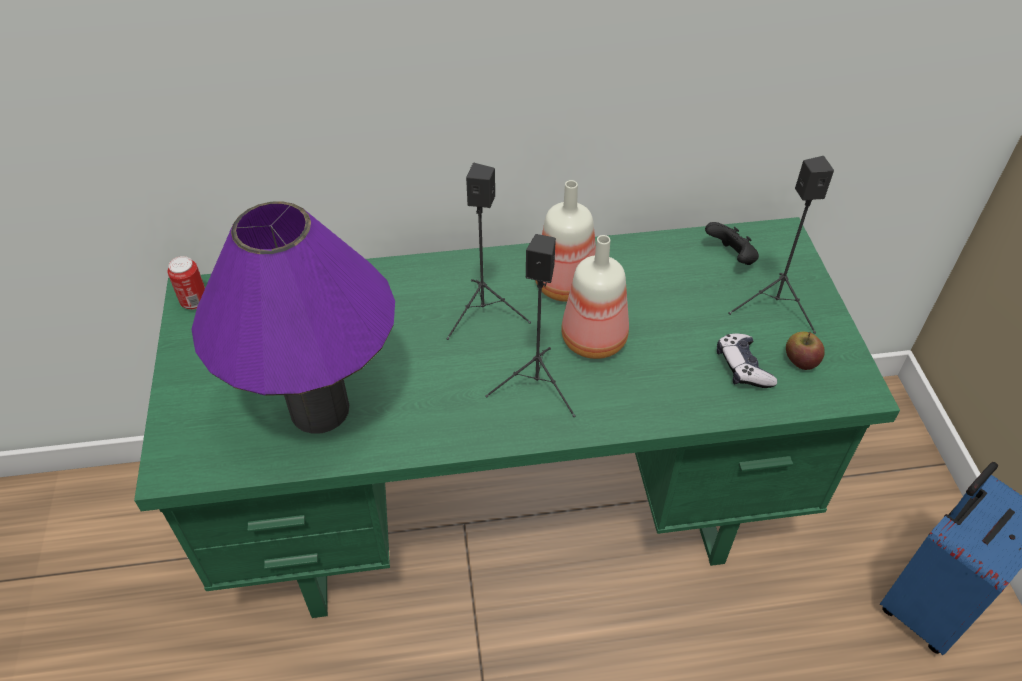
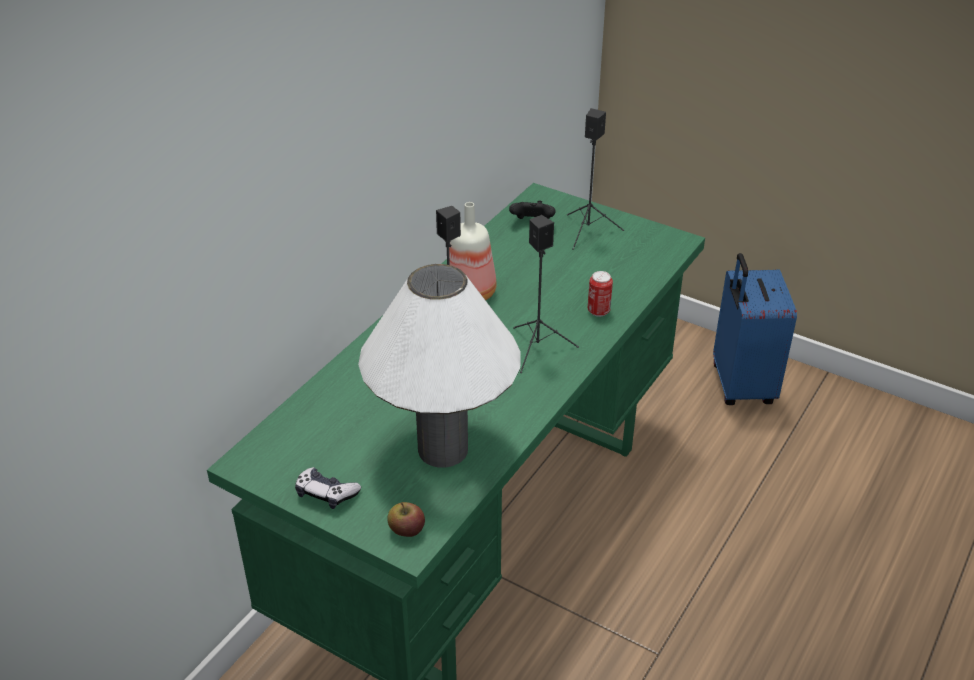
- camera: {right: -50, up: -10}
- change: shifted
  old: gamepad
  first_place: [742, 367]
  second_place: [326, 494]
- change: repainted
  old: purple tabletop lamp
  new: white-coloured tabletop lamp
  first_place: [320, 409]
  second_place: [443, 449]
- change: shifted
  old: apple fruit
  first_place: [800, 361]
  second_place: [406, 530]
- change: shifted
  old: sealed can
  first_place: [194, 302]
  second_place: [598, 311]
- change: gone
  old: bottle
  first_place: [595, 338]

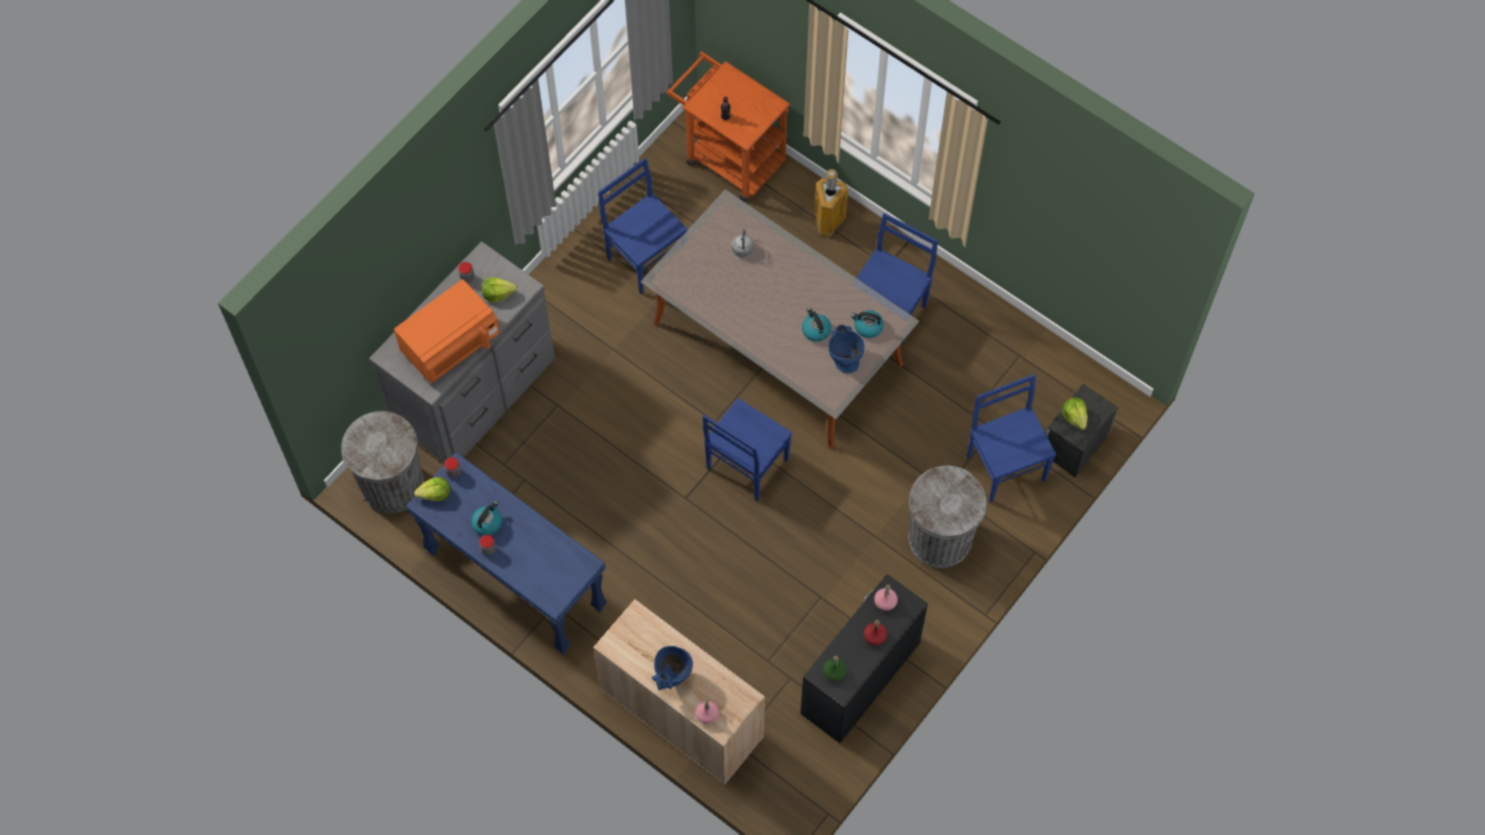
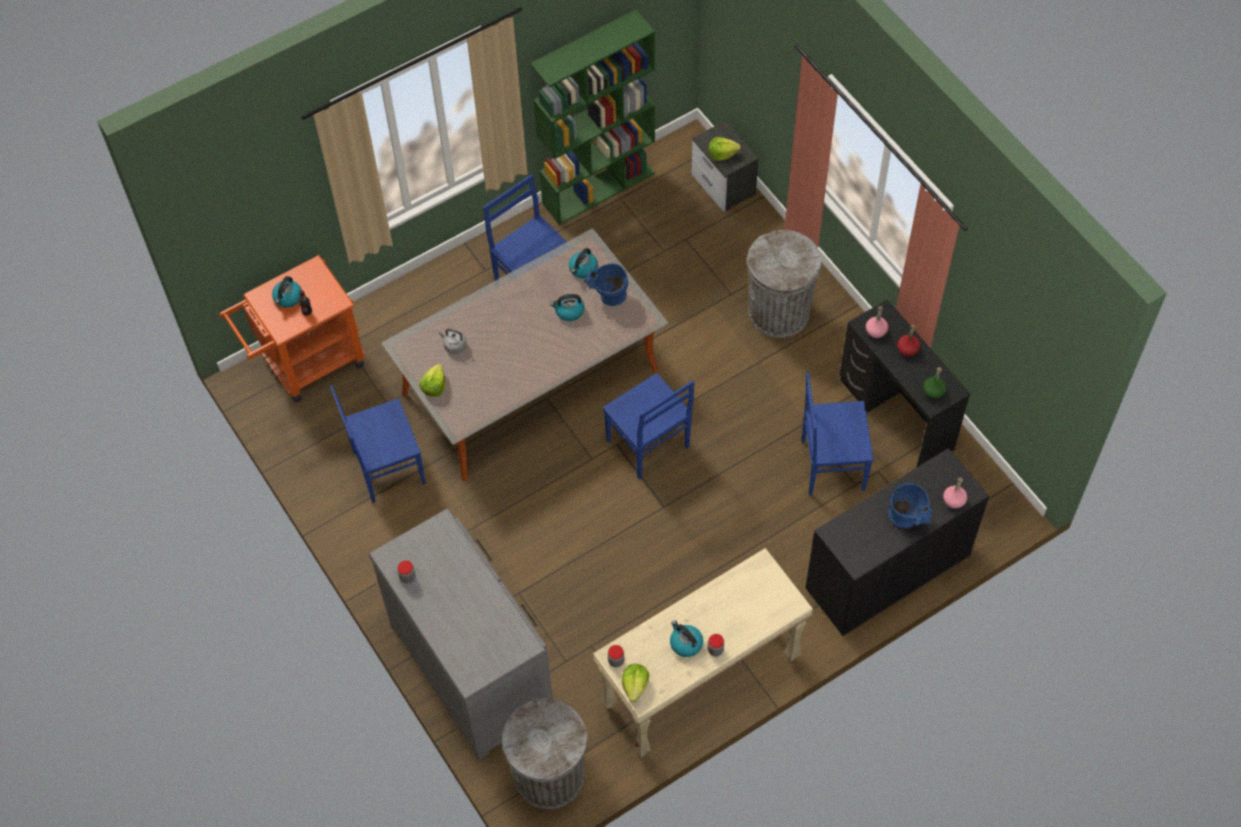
- camera: {right: -70, up: -5}
- change: new
  new: kettle
  second_place: [288, 298]
- change: shifted
  old: lettuce
  first_place: [498, 293]
  second_place: [434, 386]
- change: new
  new: green bookcase
  second_place: [598, 187]
- change: repainted
  old: blue hall table
  new: sand-coloured hall table
  first_place: [515, 581]
  second_place: [700, 685]
- change: shifted
  old: blue upright chair
  first_place: [1005, 466]
  second_place: [830, 465]
- change: repainted
  old: sand-coloured storage cabinet
  new: black-coloured storage cabinet
  first_place: [682, 713]
  second_place: [887, 572]
- change: gone
  old: orange-coloured microwave
  first_place: [451, 345]
- change: gone
  old: rubbish bin
  first_place: [828, 222]

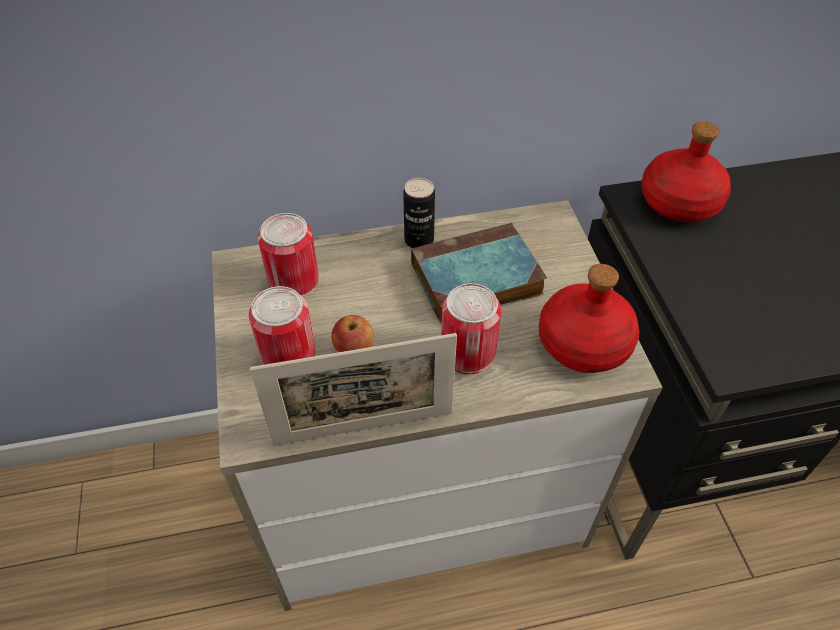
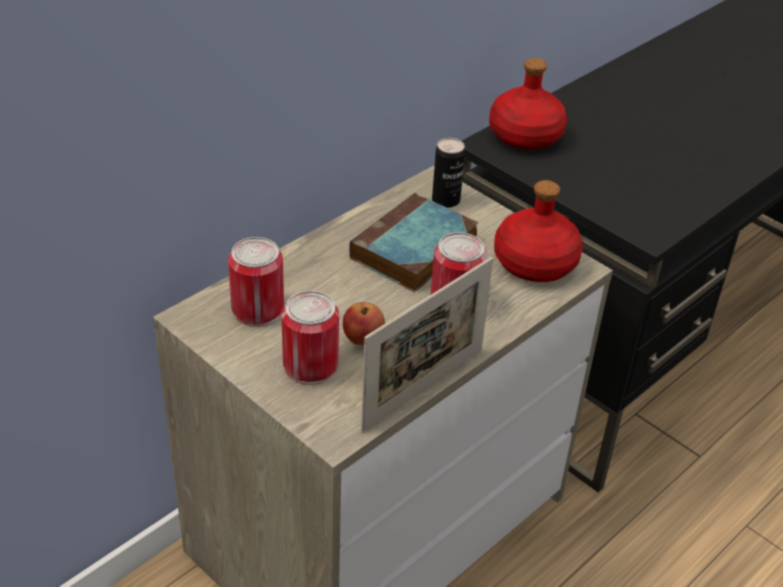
- camera: {right: -35, up: -10}
- change: shifted
  old: sealed can
  first_place: [419, 240]
  second_place: [446, 200]

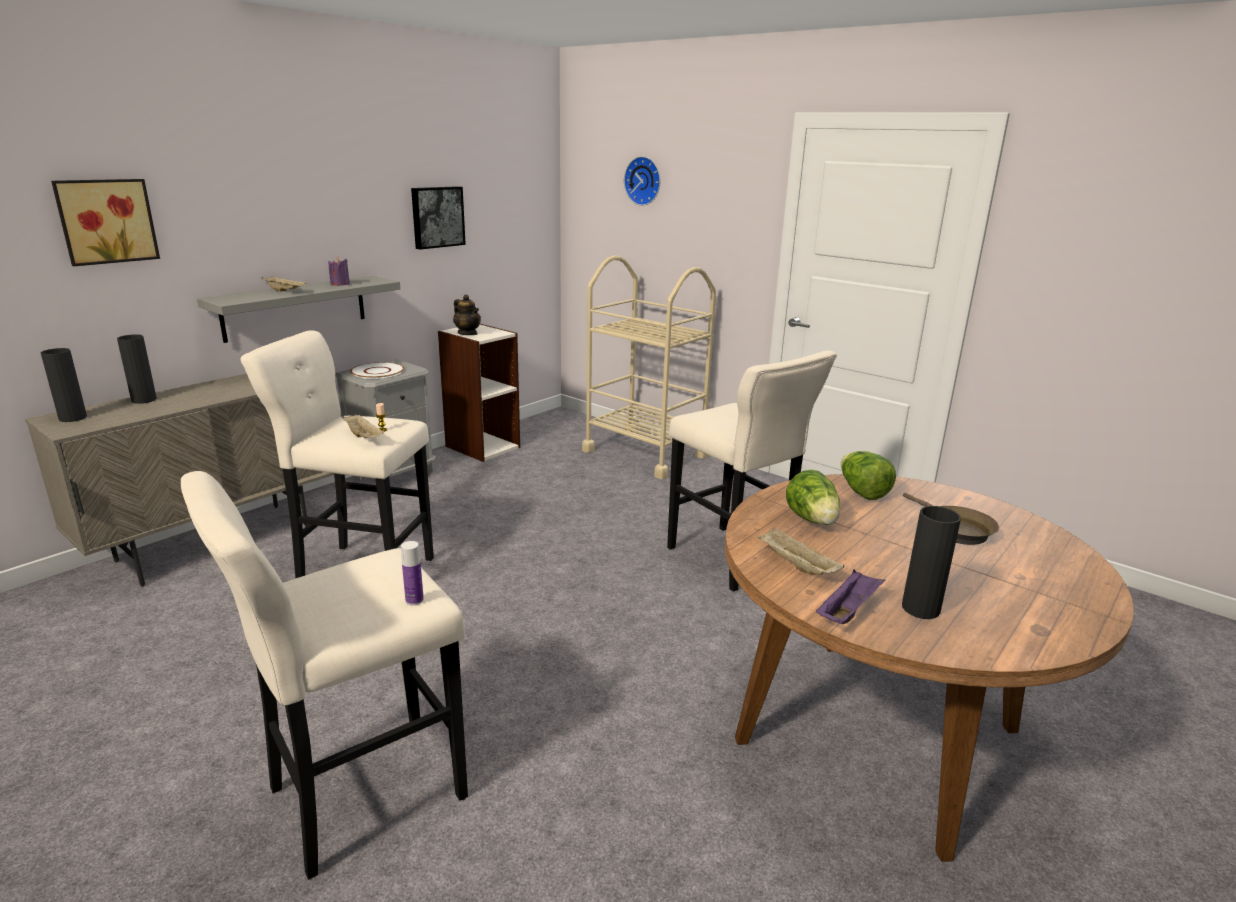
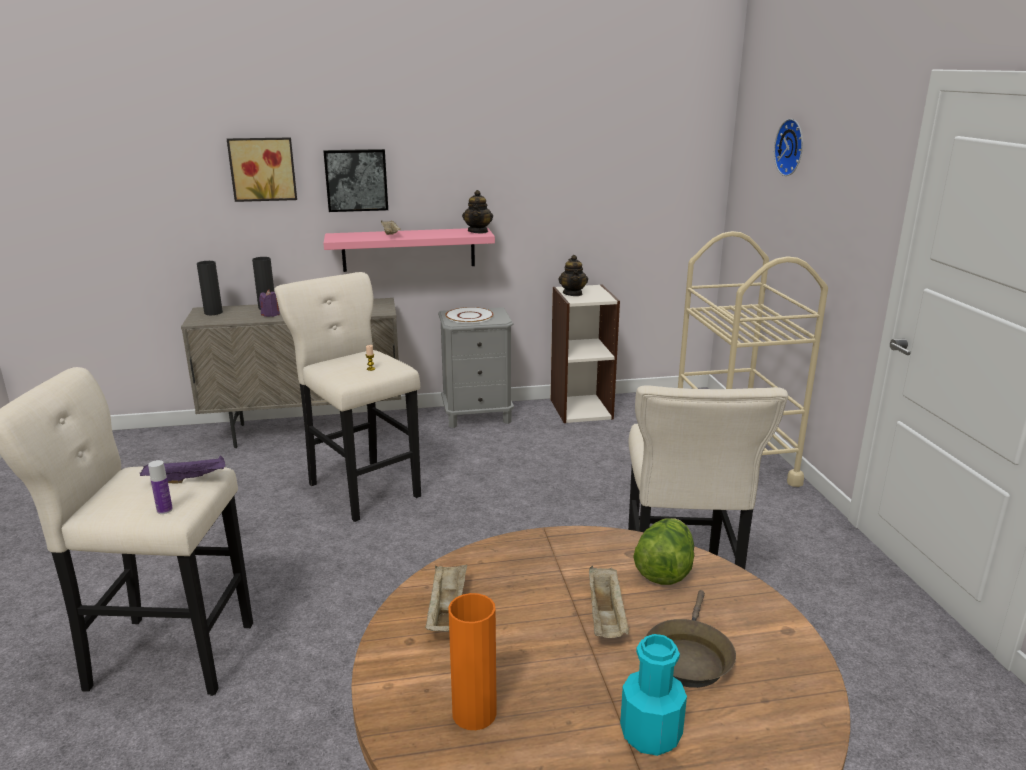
- camera: {right: 40, up: 0}
- change: shifted
  old: purple serving tray
  first_place: [848, 611]
  second_place: [187, 479]
- change: shifted
  old: purple wax light
  first_place: [340, 284]
  second_place: [271, 314]
- change: shifted
  old: picture
  first_place: [437, 217]
  second_place: [356, 180]
- change: repainted
  old: grey bracket shelf
  new: pinkish bracket shelf
  first_place: [295, 308]
  second_place: [409, 249]
- change: repainted
  old: black-coloured decorative vase
  new: orange-coloured decorative vase
  first_place: [920, 609]
  second_place: [474, 713]
- change: new
  new: tea pot
  second_place: [478, 231]
- change: shifted
  old: sand-coloured serving tray
  first_place: [364, 437]
  second_place: [606, 617]
- change: new
  new: blue-green bottle
  second_place: [650, 734]
- change: gone
  old: lettuce
  first_place: [813, 520]

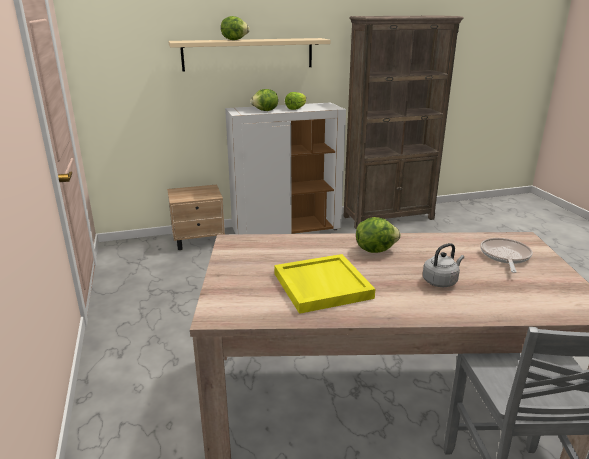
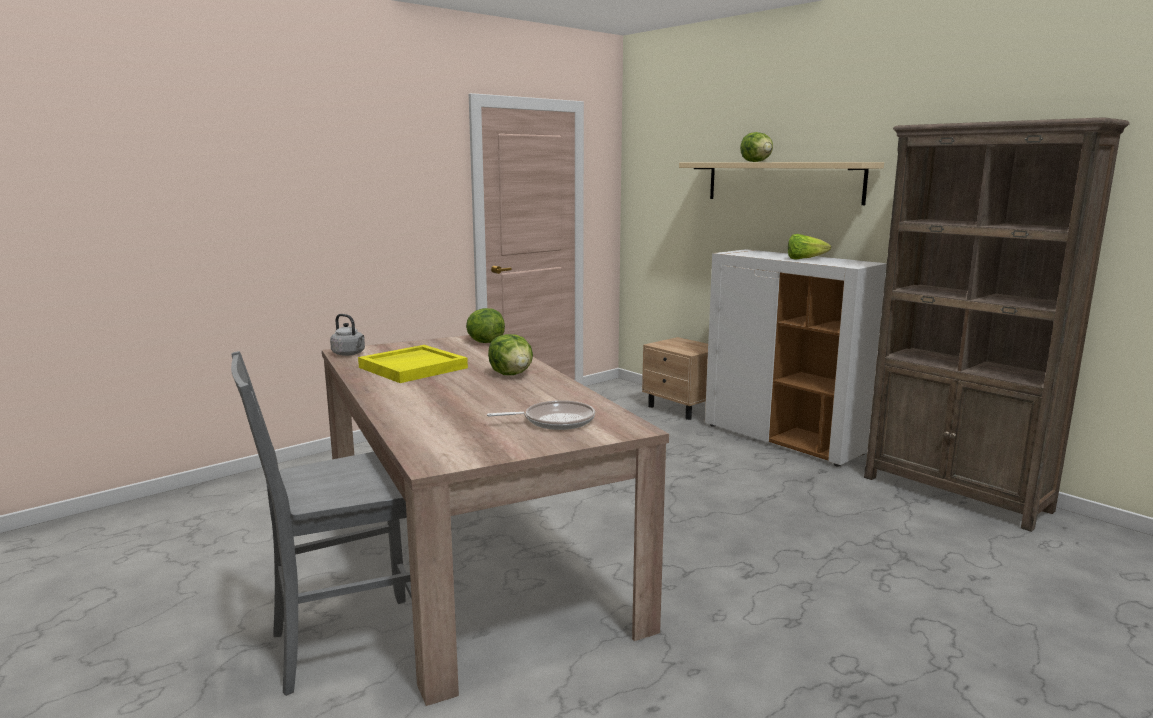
- camera: {right: 65, up: -10}
- change: shifted
  old: grey kettle
  first_place: [441, 281]
  second_place: [349, 354]
- change: shifted
  old: lettuce
  first_place: [265, 111]
  second_place: [484, 342]

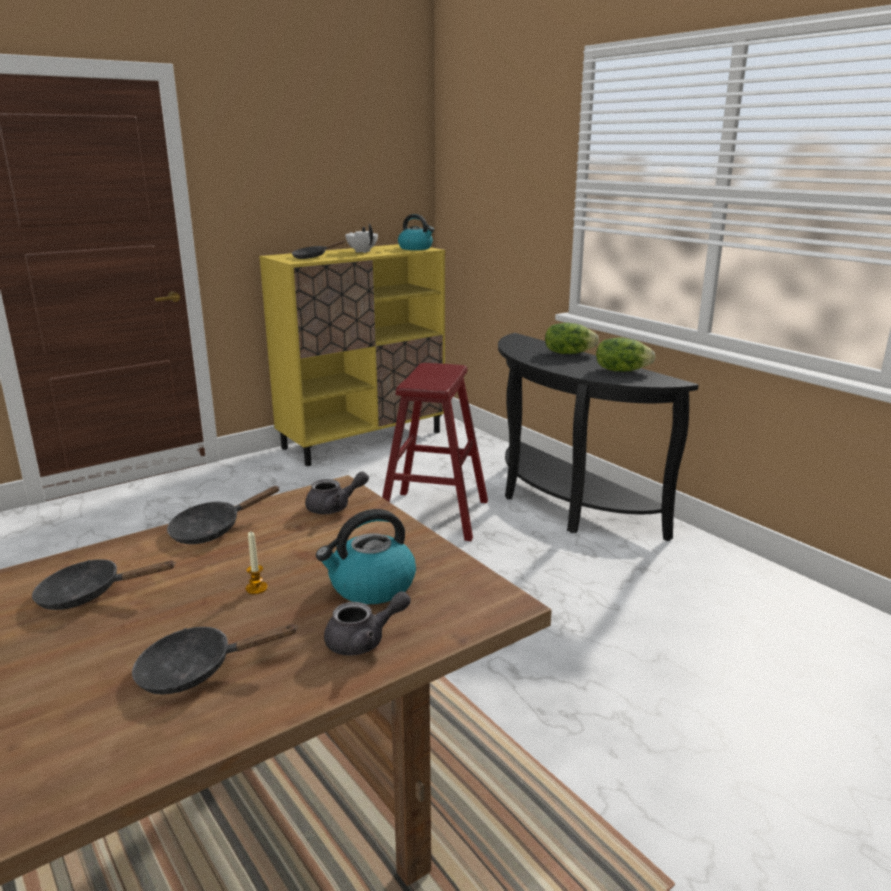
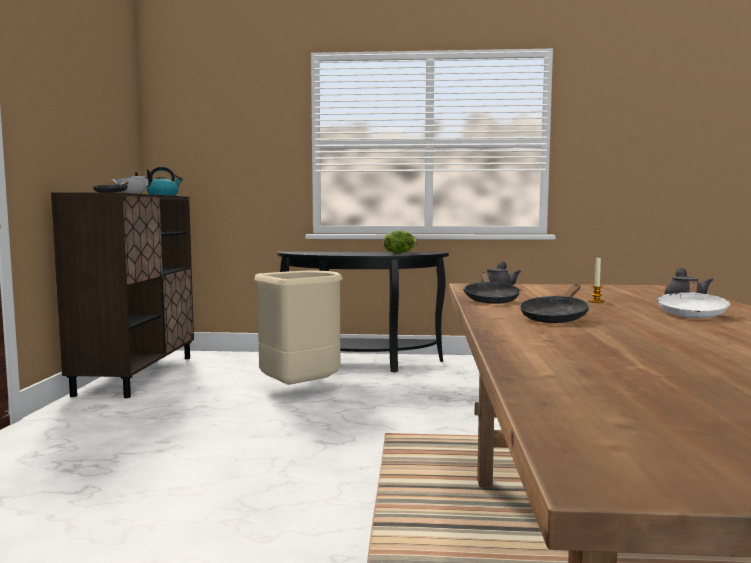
- camera: {right: -50, up: -15}
- change: repainted
  old: yellow storage cabinet
  new: brownish storage cabinet
  first_place: [363, 440]
  second_place: [137, 375]
- change: swapped
  old: red-coloured stool
  new: sand-coloured rubbish bin
  first_place: [434, 515]
  second_place: [301, 389]
- change: repainted
  old: black-coloured pan
  new: white-coloured pan
  first_place: [196, 670]
  second_place: [691, 313]
- change: gone
  old: kettle
  first_place: [371, 586]
- change: gone
  old: lettuce
  first_place: [568, 353]

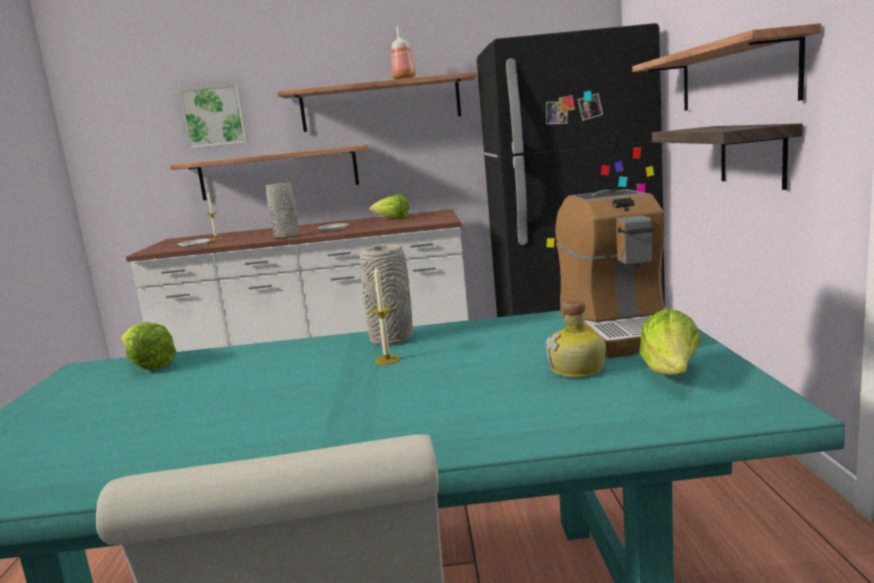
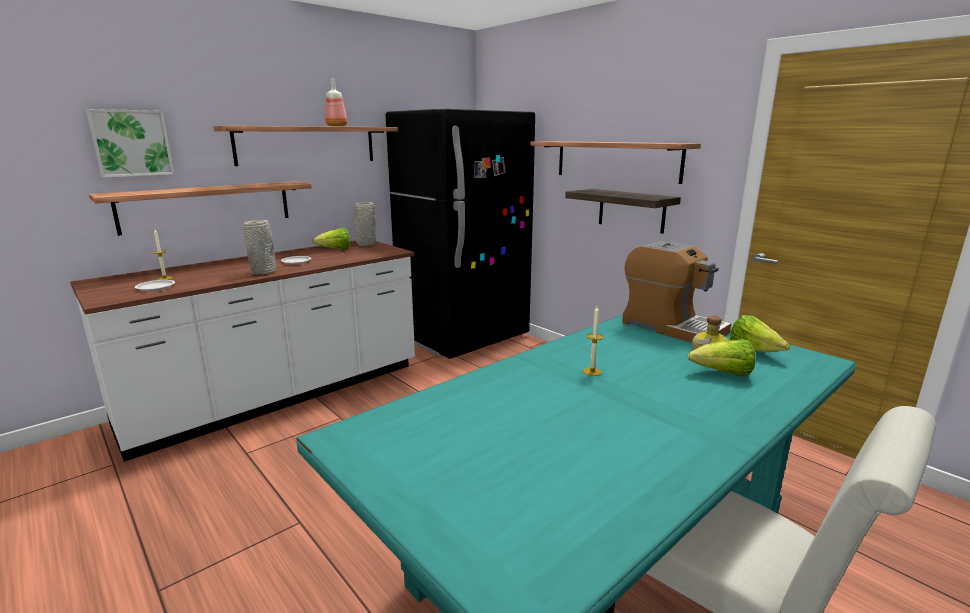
- camera: {right: -40, up: 5}
- change: shifted
  old: grey decorative vase
  first_place: [390, 339]
  second_place: [365, 244]
- change: shifted
  old: lettuce
  first_place: [148, 366]
  second_place: [723, 374]

